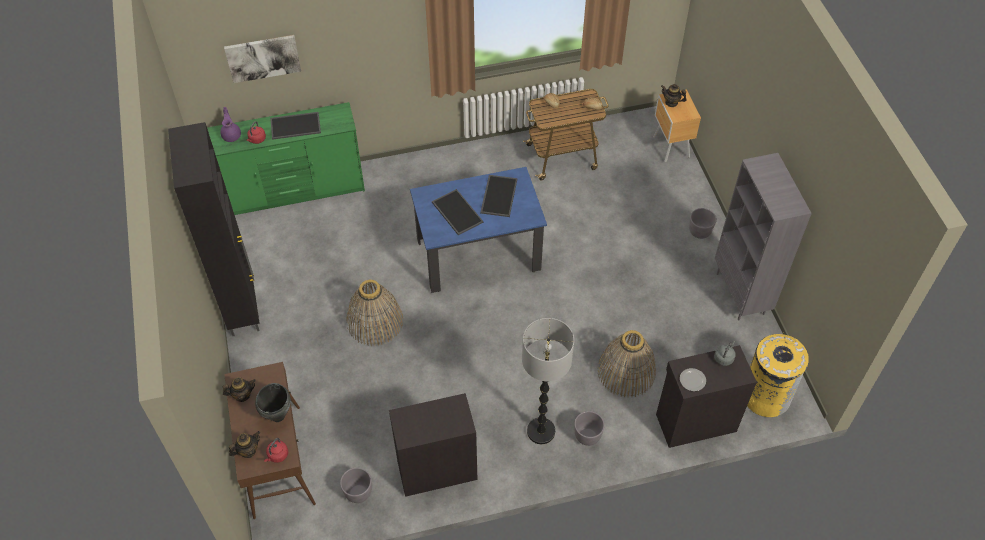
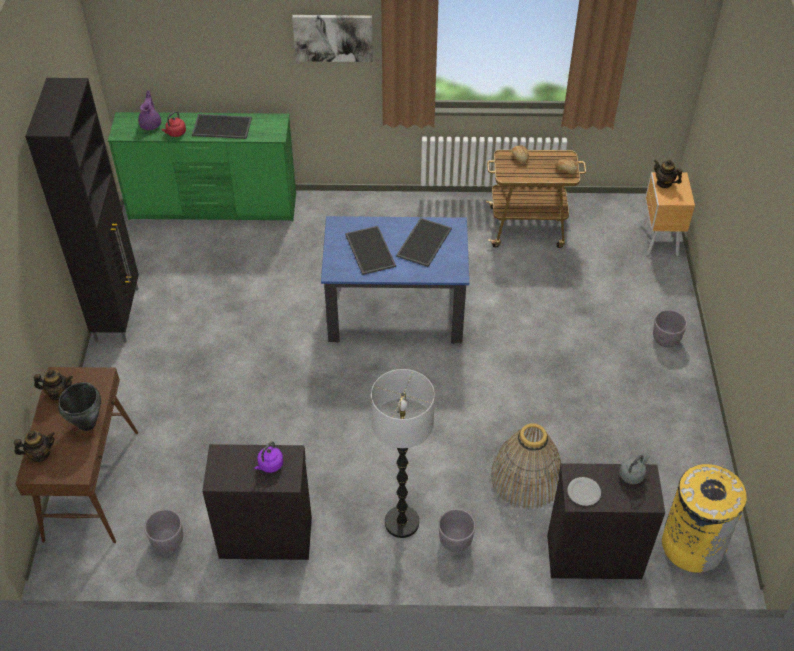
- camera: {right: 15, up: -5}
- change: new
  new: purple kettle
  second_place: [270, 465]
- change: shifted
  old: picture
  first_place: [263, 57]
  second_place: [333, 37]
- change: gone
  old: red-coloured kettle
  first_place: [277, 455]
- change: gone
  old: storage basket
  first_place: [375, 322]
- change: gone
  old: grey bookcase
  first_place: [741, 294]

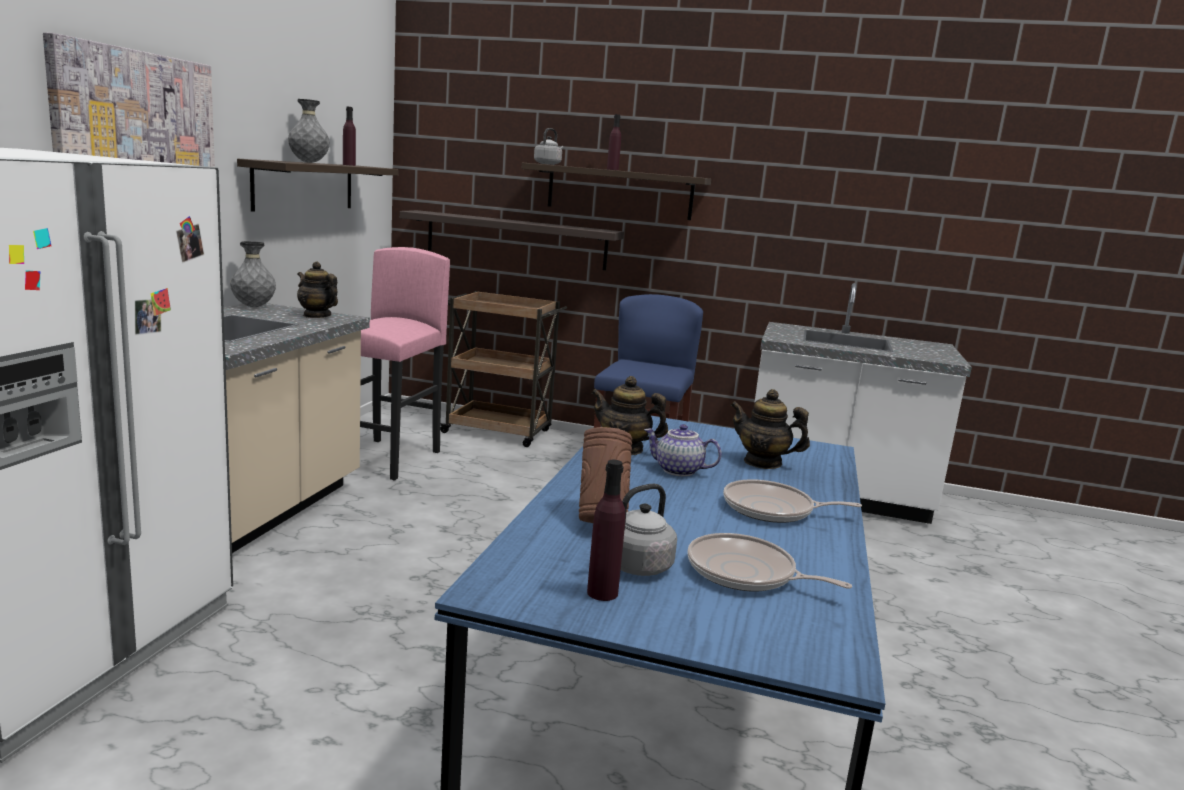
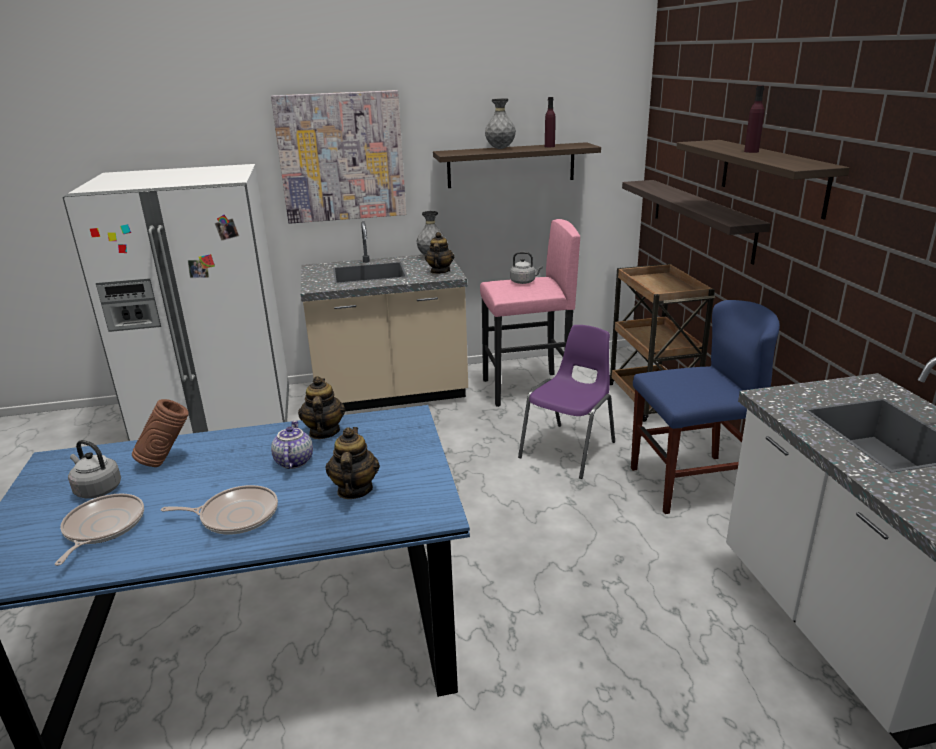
- camera: {right: 65, up: 10}
- change: rotated
  old: pan
  first_place: [772, 509]
  second_place: [235, 515]
  degrees: 105
- change: shifted
  old: grey kettle
  first_place: [548, 164]
  second_place: [524, 282]
- change: new
  new: purple upright chair
  second_place: [569, 449]
- change: gone
  old: purple bottle
  first_place: [602, 592]

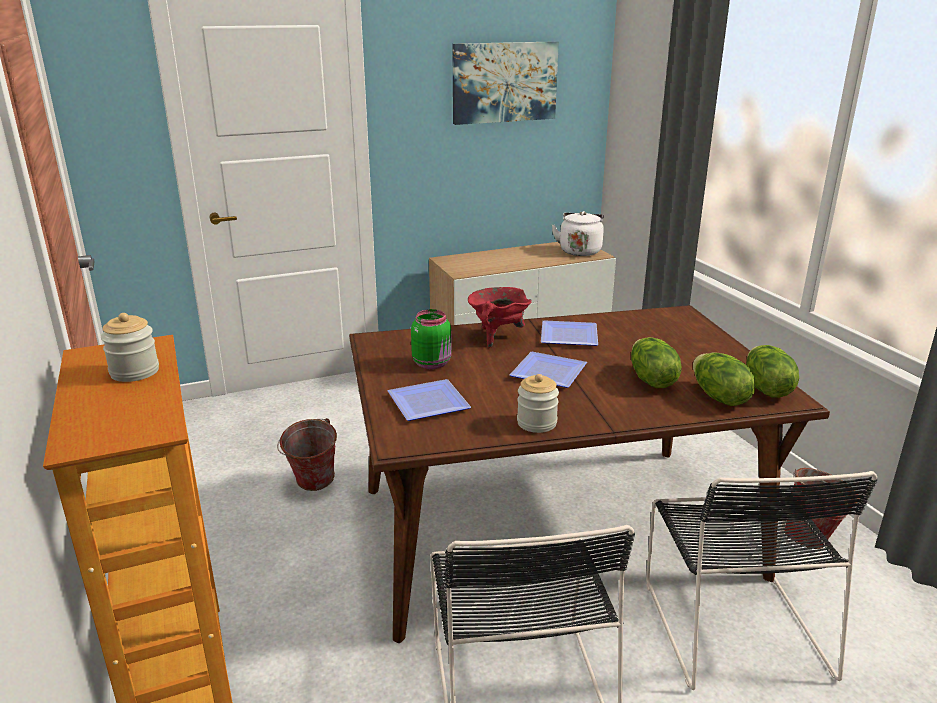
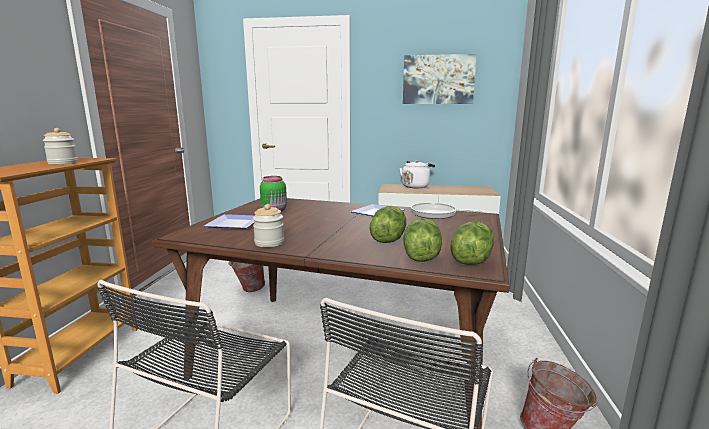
- camera: {right: 30, up: -10}
- change: shifted
  old: white-coloured kettle
  first_place: [580, 251]
  second_place: [416, 186]
- change: new
  new: pan
  second_place: [436, 214]
- change: gone
  old: red-coloured cooking pot
  first_place: [497, 337]
- change: gone
  old: flat dish
  first_place: [551, 372]

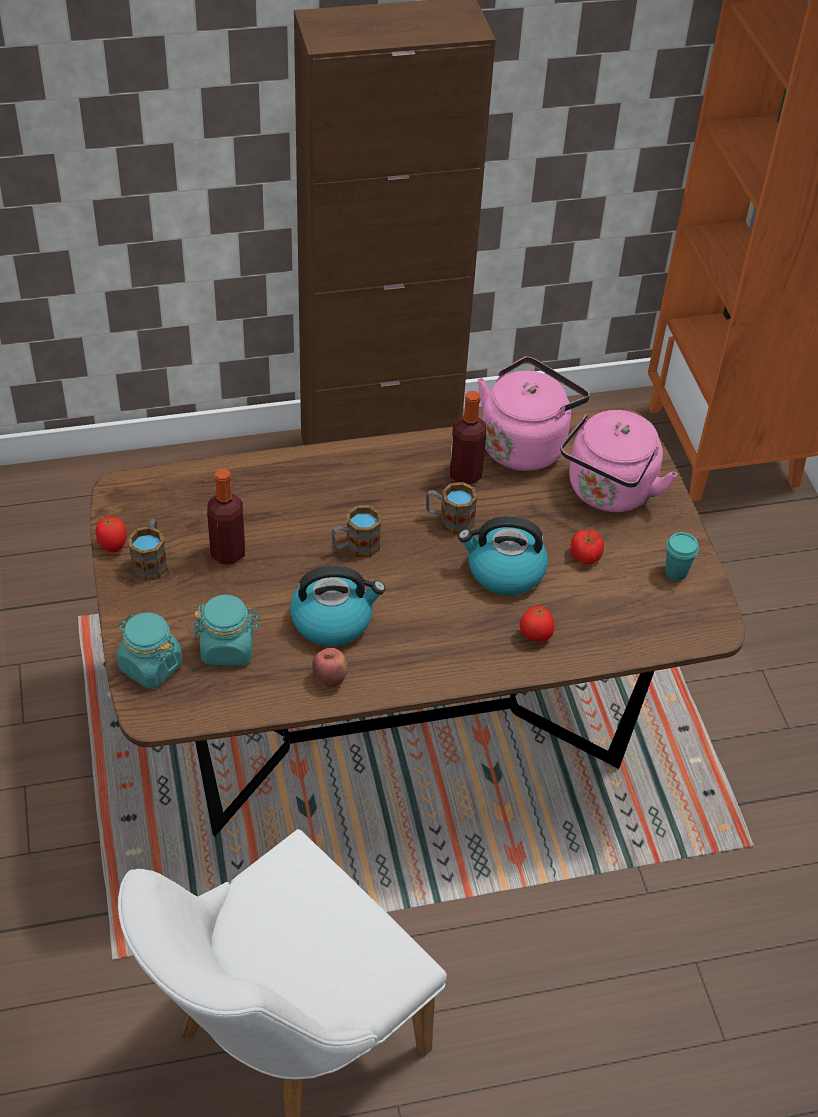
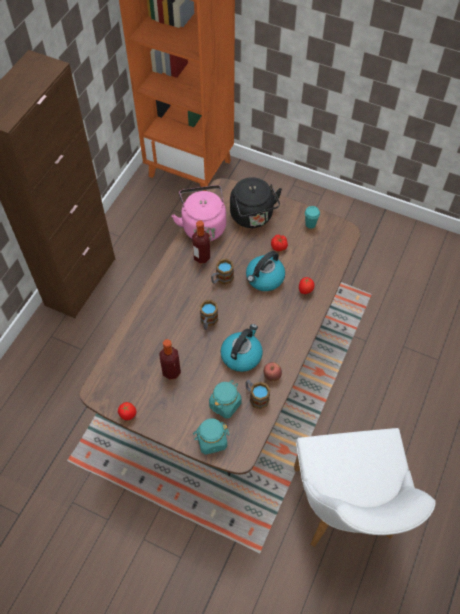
- camera: {right: -50, up: 10}
- change: repainted
  old: pinkish kettle
  new: black-coloured kettle
  first_place: [608, 493]
  second_place: [253, 217]
- change: shifted
  old: tea mug
  first_place: [151, 560]
  second_place: [256, 397]

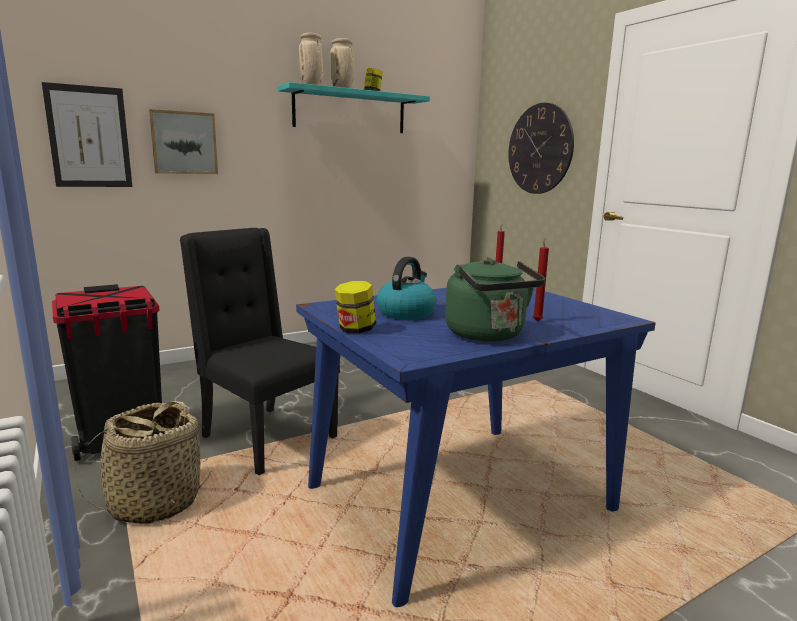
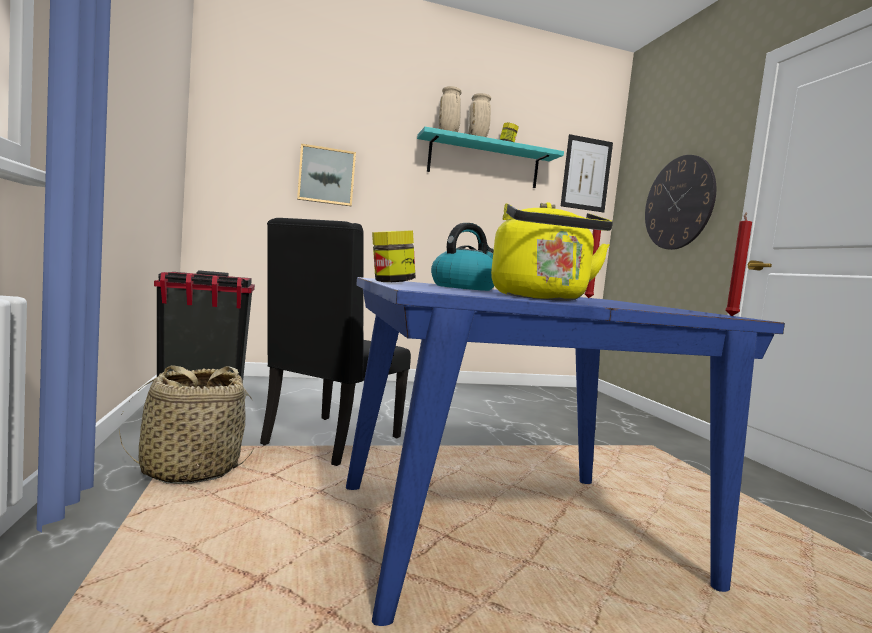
- camera: {right: 15, up: -10}
- change: rotated
  old: black-coloured upright chair
  first_place: [265, 437]
  second_place: [330, 441]
  degrees: -120
- change: repainted
  old: green kettle
  new: yellow kettle
  first_place: [488, 335]
  second_place: [541, 298]
- change: shifted
  old: picture
  first_place: [89, 137]
  second_place: [586, 174]
- change: shifted
  old: red-coloured wax light
  first_place: [537, 320]
  second_place: [731, 316]

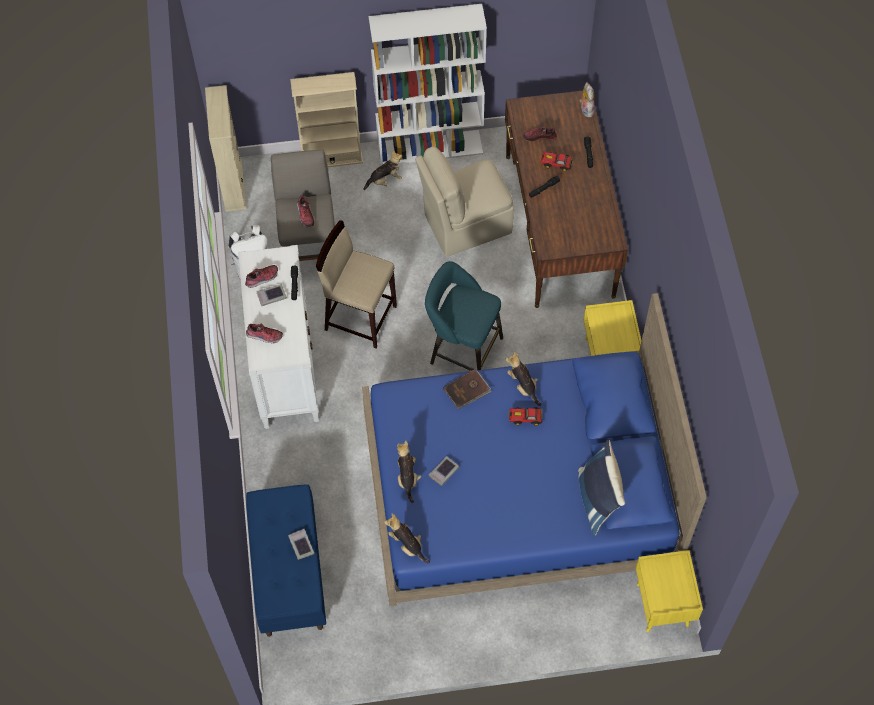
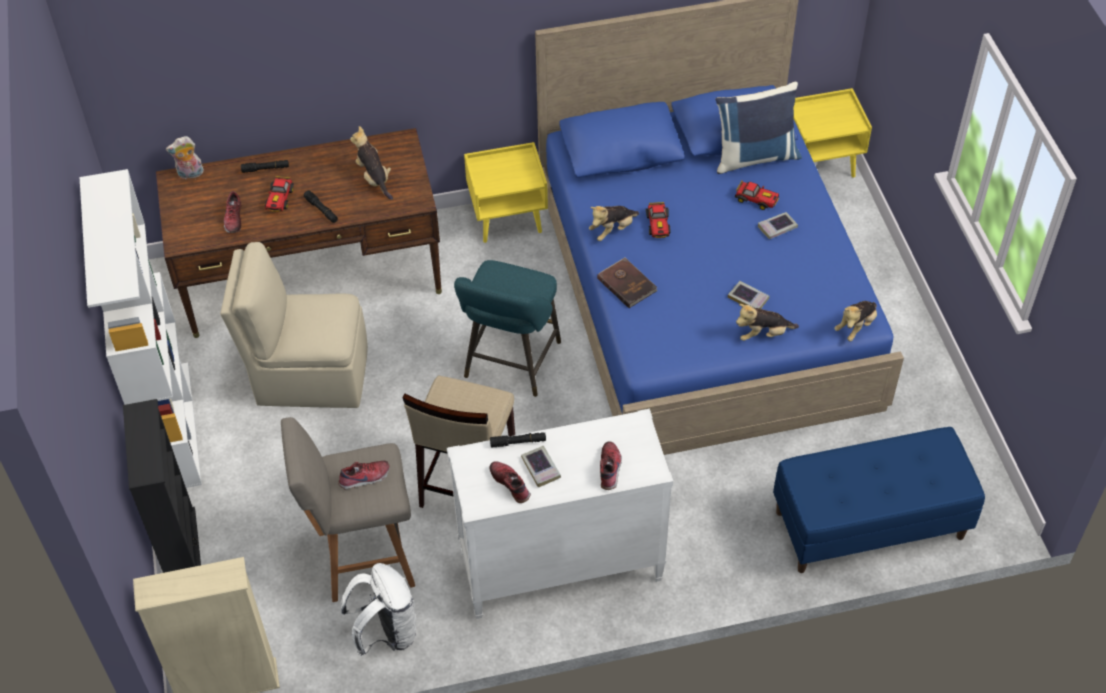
- camera: {right: -95, up: -10}
- change: repainted
  old: sand-coloured bookcase
  new: black-coloured bookcase
  first_place: [331, 158]
  second_place: [182, 550]
- change: rotated
  old: sand-coloured upright chair
  first_place: [465, 224]
  second_place: [309, 375]
  degrees: 120
- change: shifted
  old: soft toy
  first_place: [385, 180]
  second_place: [374, 178]
- change: new
  new: toy car
  second_place: [756, 200]
- change: shifted
  old: bound book
  first_place: [301, 545]
  second_place: [777, 228]

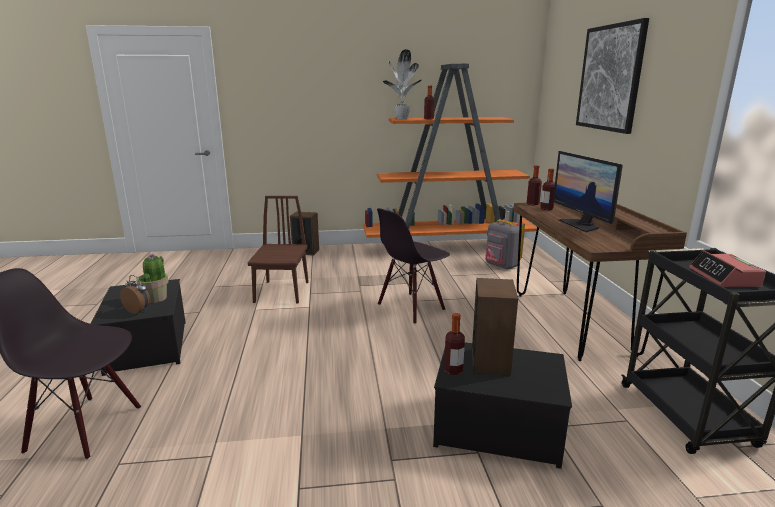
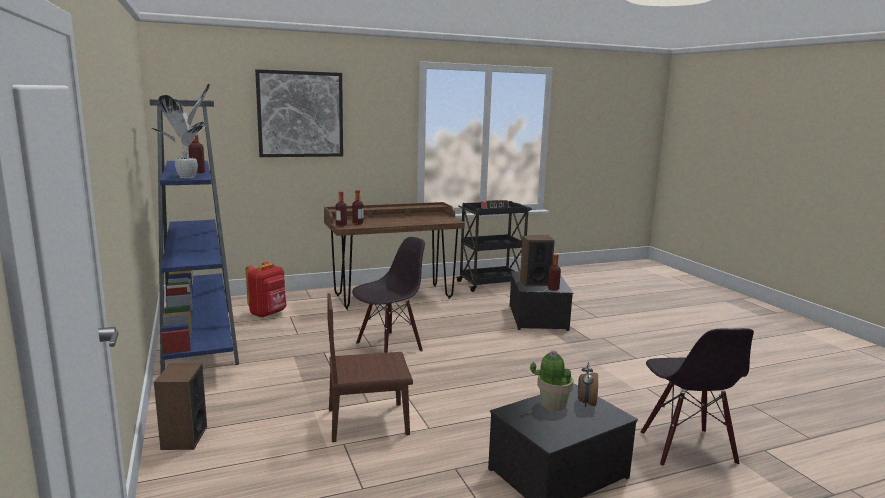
- camera: {right: -105, up: -5}
- change: repainted
  old: orange-coloured bookcase
  new: blue bookcase
  first_place: [448, 249]
  second_place: [199, 337]
- change: repainted
  old: grey knapsack
  new: red-coloured knapsack
  first_place: [501, 266]
  second_place: [268, 313]
- change: rotated
  old: black-coloured upright chair
  first_place: [411, 308]
  second_place: [389, 346]
  degrees: -75
- change: gone
  old: computer screen
  first_place: [581, 225]

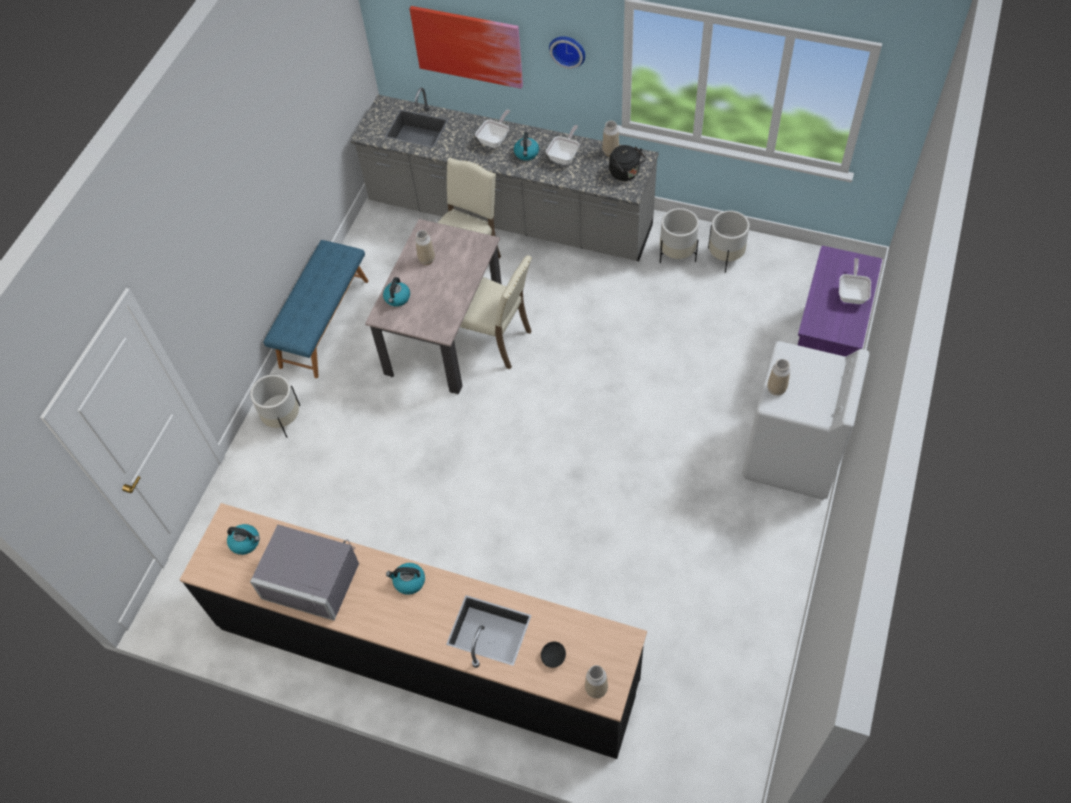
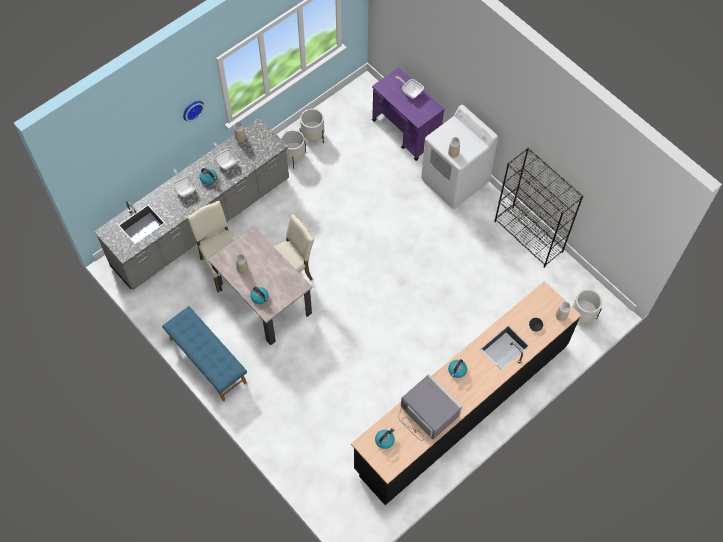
- camera: {right: -65, up: 5}
- change: rotated
  old: grey microwave
  first_place: [314, 576]
  second_place: [426, 414]
  degrees: -90
- change: new
  new: black-coloured bookcase
  second_place: [529, 236]
- change: shifted
  old: white-coloured planter
  first_place: [283, 419]
  second_place: [582, 315]
- change: gone
  old: picture
  first_place: [468, 46]
- change: gone
  old: black-coloured kettle
  first_place: [626, 173]

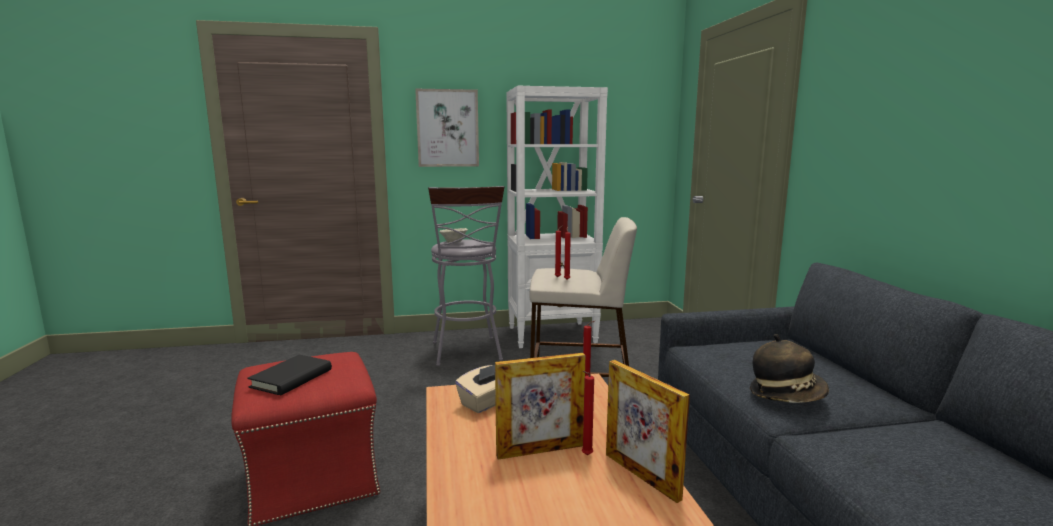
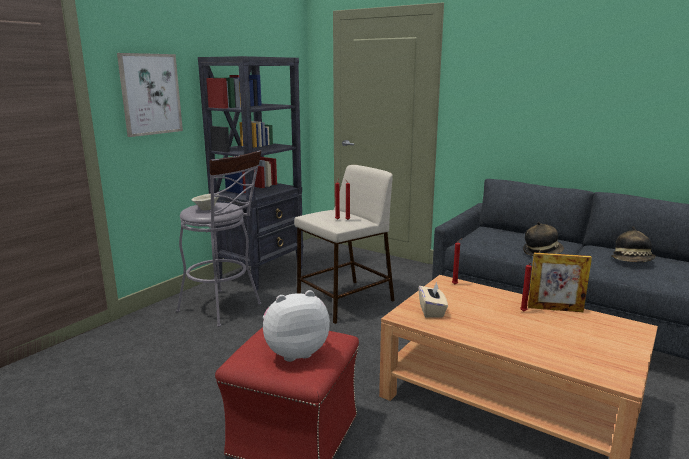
- camera: {right: -45, up: 5}
- change: repainted
  old: white-coloured bookcase
  new: black-coloured bookcase
  first_place: [553, 335]
  second_place: [261, 273]
- change: swapped
  old: black-coloured bound book
  new: soft toy
  first_place: [291, 378]
  second_place: [294, 352]
- change: new
  new: clothing hat
  second_place: [632, 262]
- change: gone
  old: standing frame
  first_place: [540, 450]

